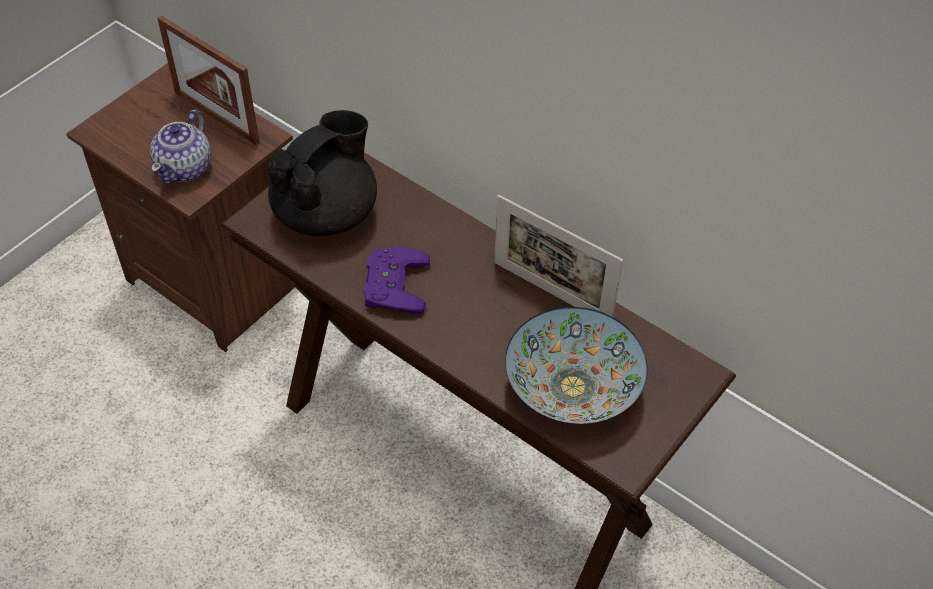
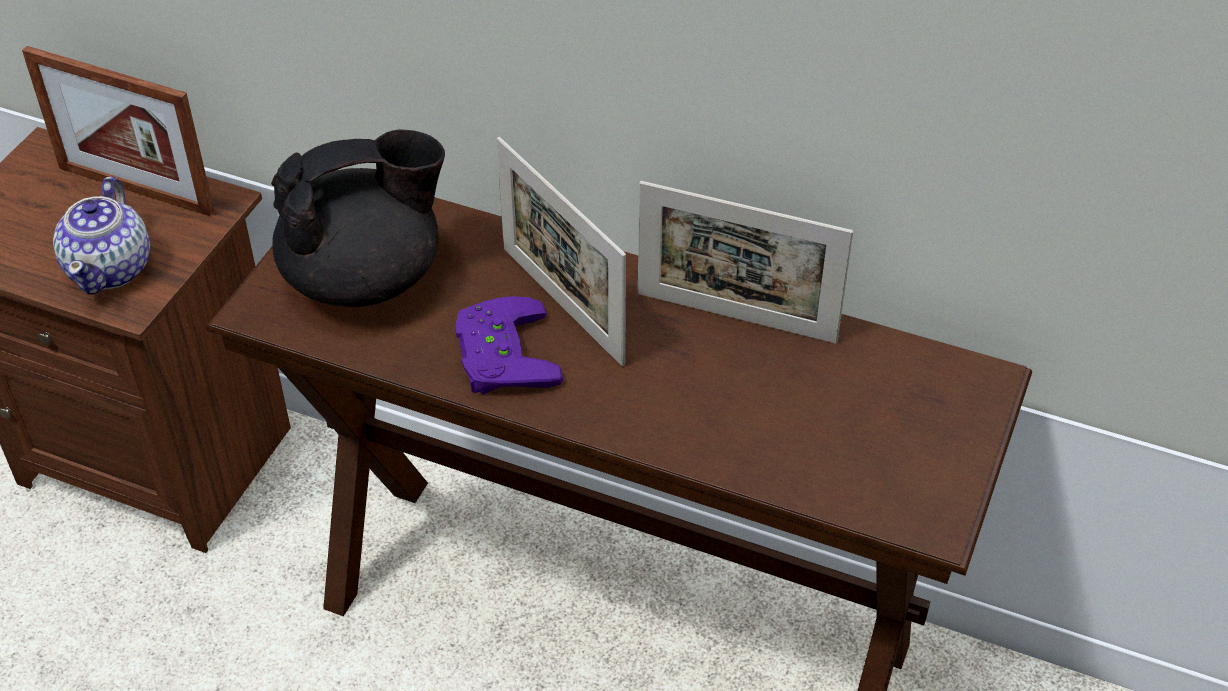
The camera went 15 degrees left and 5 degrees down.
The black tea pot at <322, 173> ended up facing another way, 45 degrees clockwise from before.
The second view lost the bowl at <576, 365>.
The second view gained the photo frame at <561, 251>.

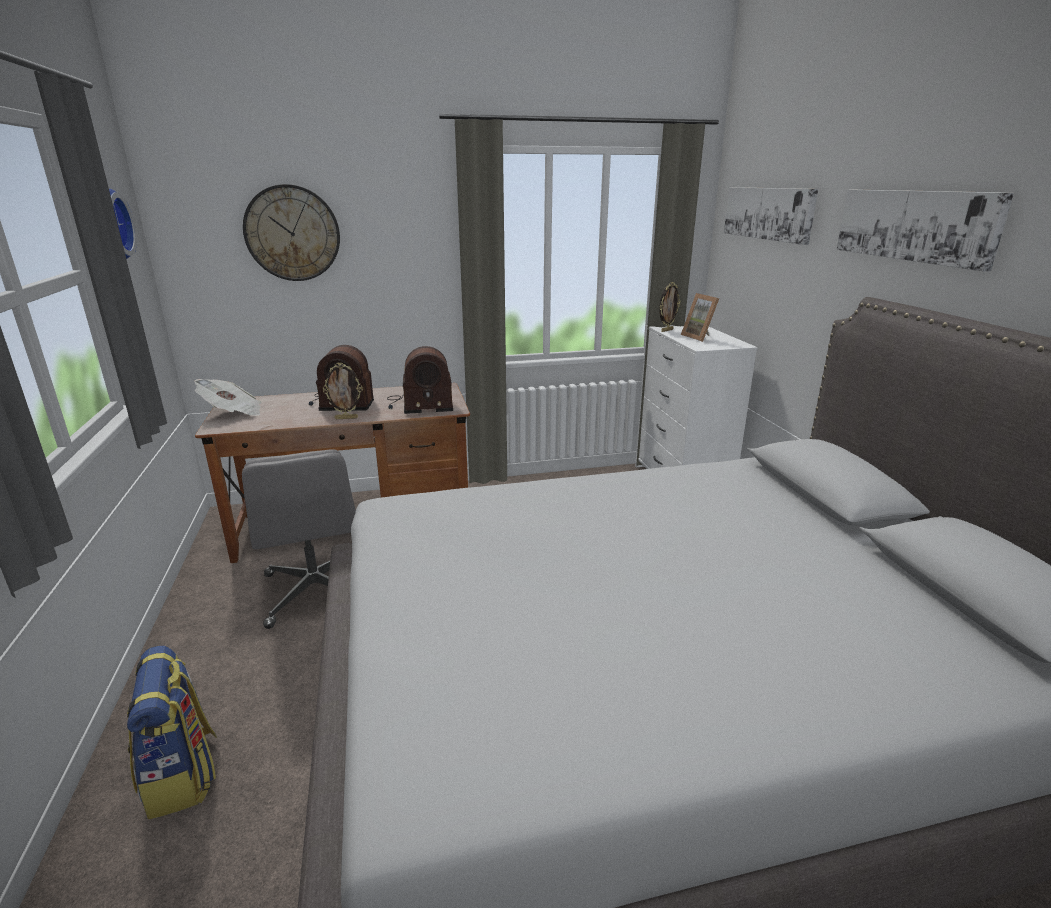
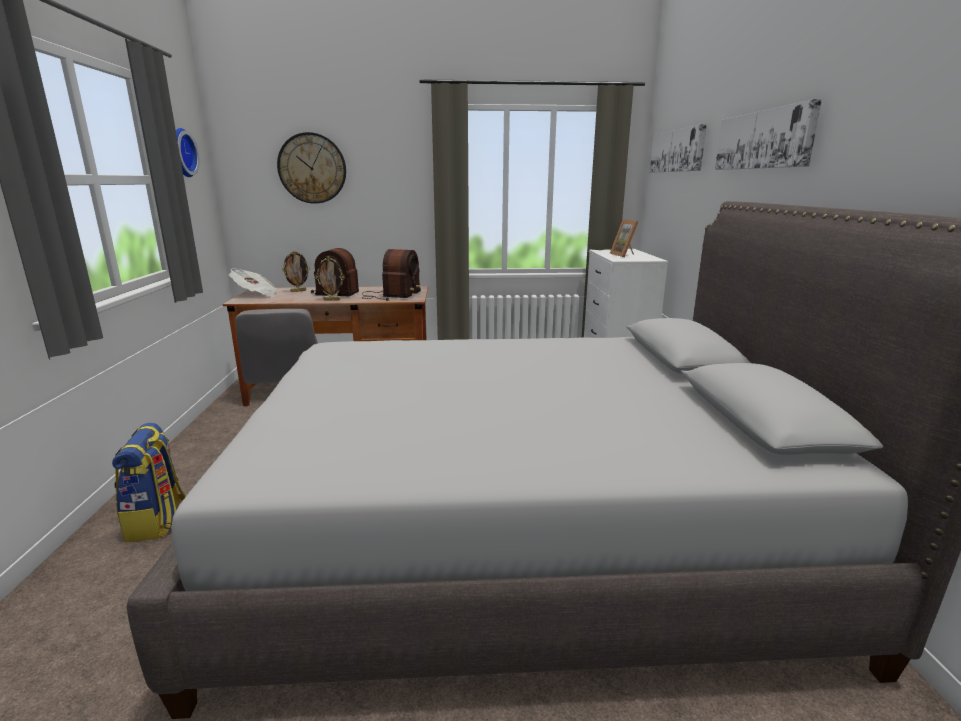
The camera went 10 degrees right and 5 degrees down.
The photo frame ended up elsewhere, having gone from <669, 307> to <296, 271>.
The radio receiver at <420, 380> ended up facing another way, 75 degrees counterclockwise from before.

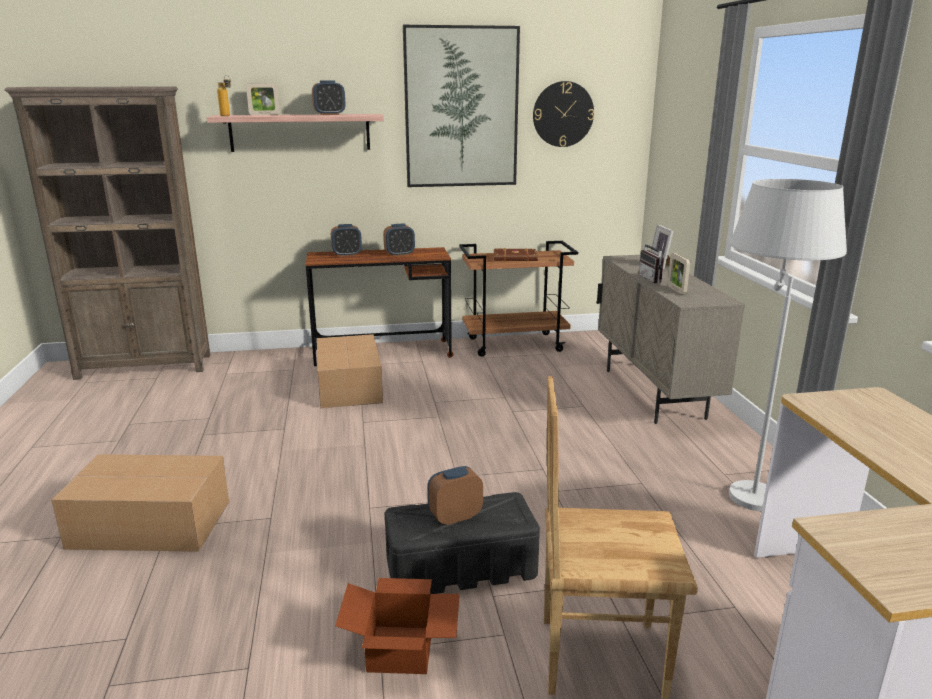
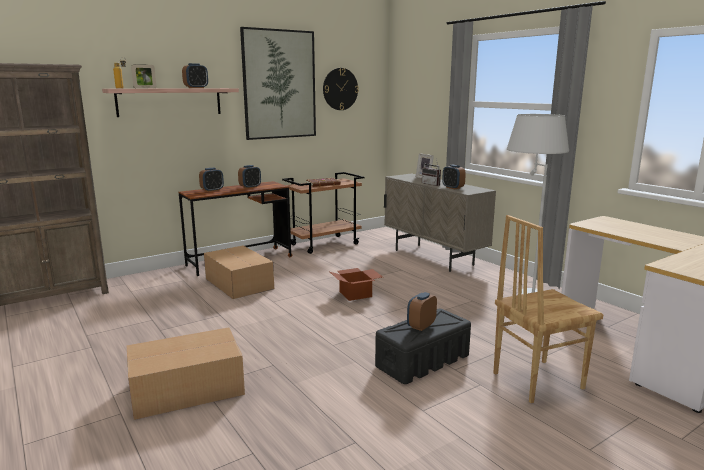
The camera went 25 degrees left and 5 degrees down.
Where the photo frame stood at <679, 273>, the alarm clock came to stand at <454, 177>.
The packing box ended up elsewhere, having gone from <397, 626> to <356, 284>.

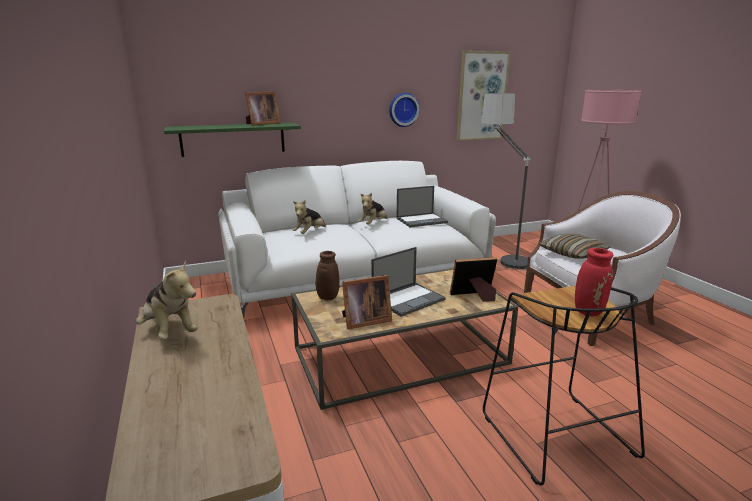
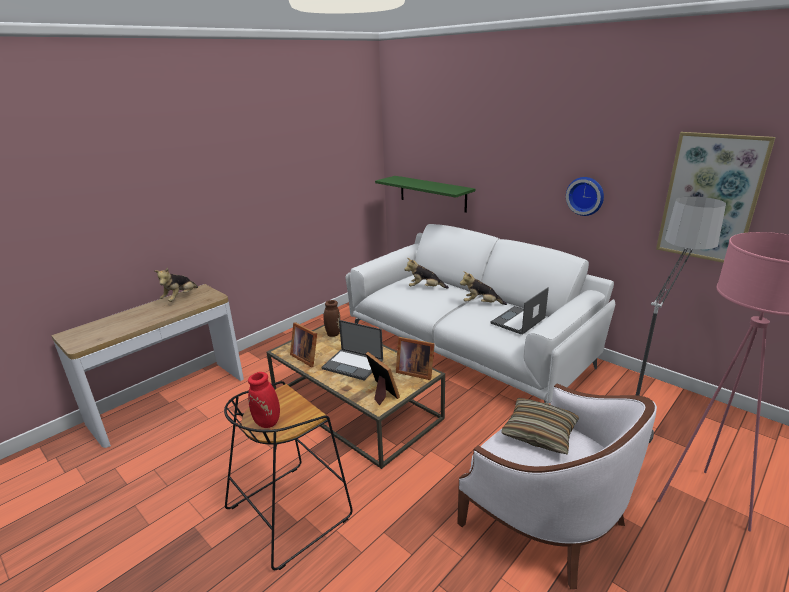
The camera went 65 degrees right and 5 degrees up.
The photo frame ended up elsewhere, having gone from <263, 108> to <415, 358>.
The laptop at <422, 206> ended up facing another way, 90 degrees clockwise from before.

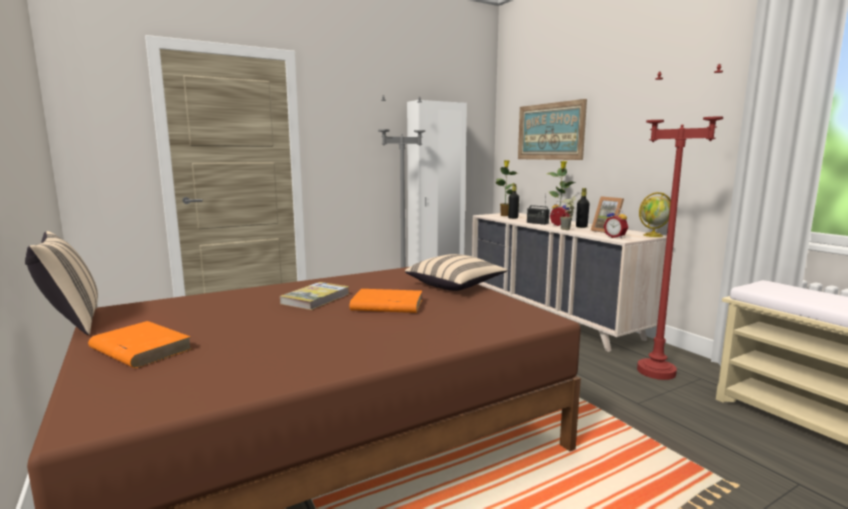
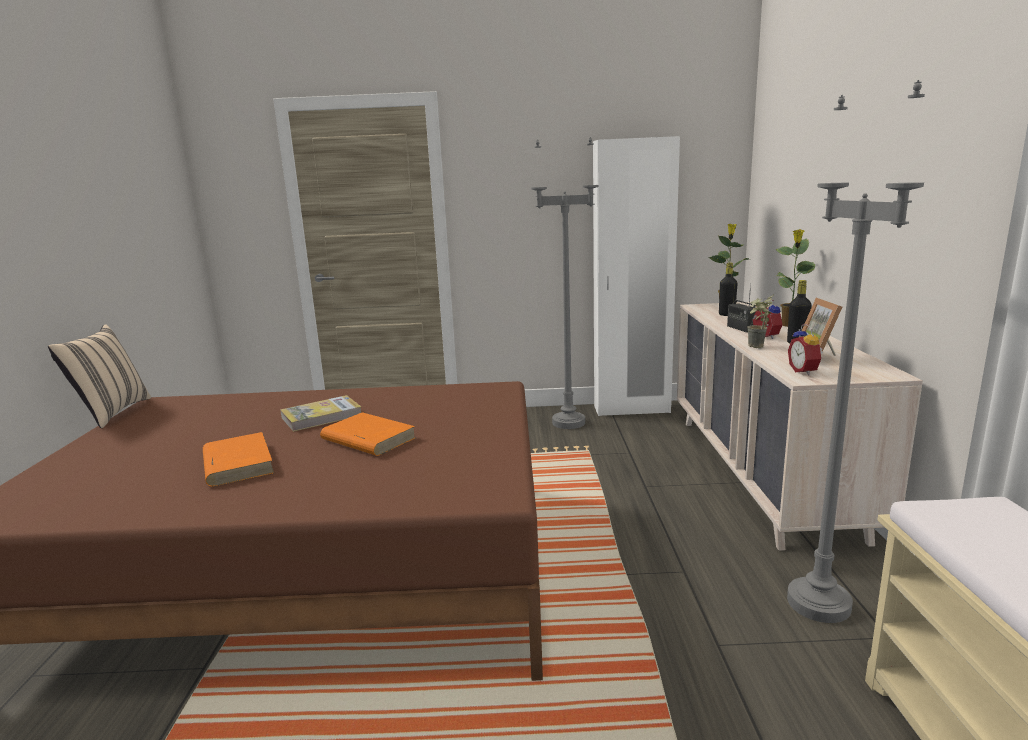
The camera went 30 degrees right and 5 degrees up.
What was the reddish standard lamp at <680, 222> turned into the greyish standard lamp at <856, 351>.
The second view lost the picture at <552, 129>.
The second view lost the globe at <655, 214>.
The second view lost the beige-coloured pillow at <456, 272>.
The orange-coloured book ended up elsewhere, having gone from <140, 344> to <238, 459>.

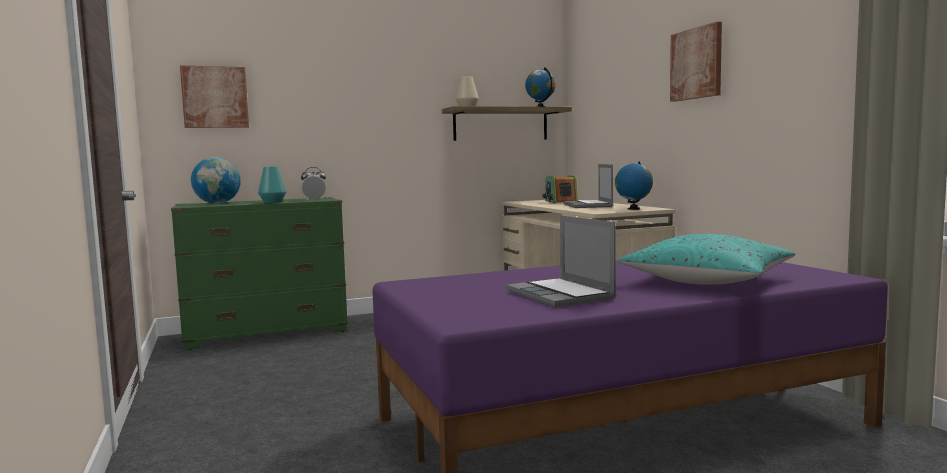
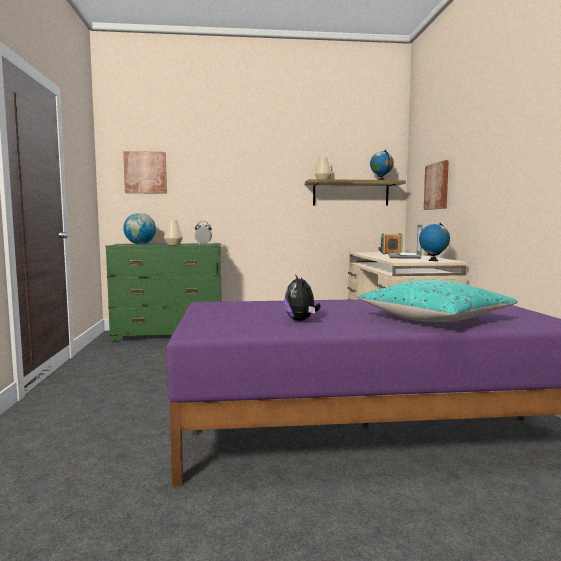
The camera went 15 degrees right and 0 degrees up.
The picture ended up elsewhere, having gone from <696, 62> to <436, 185>.
What was the turquoise-coloured vase at <272, 184> turned into the beige-coloured vase at <173, 232>.
Where the laptop stood at <561, 261>, the plush toy came to stand at <302, 297>.

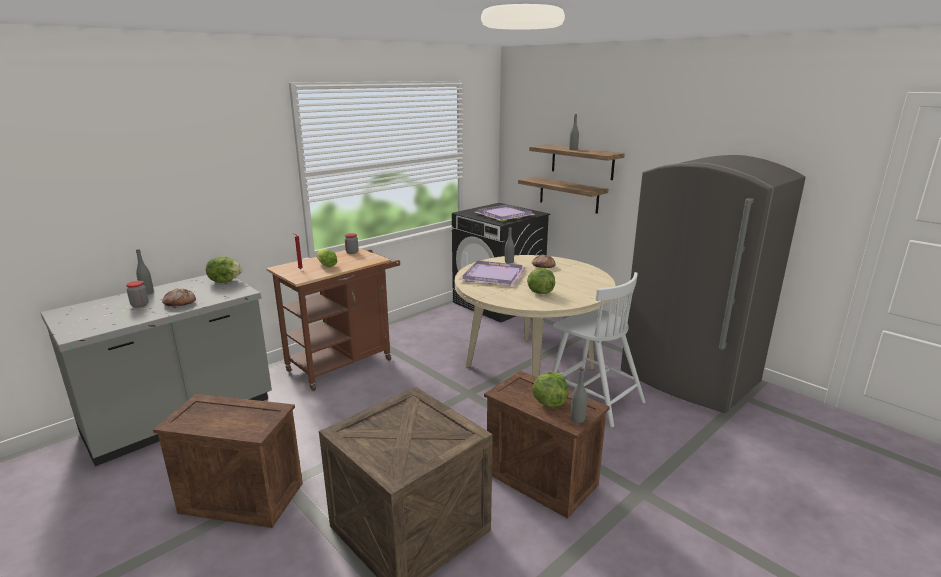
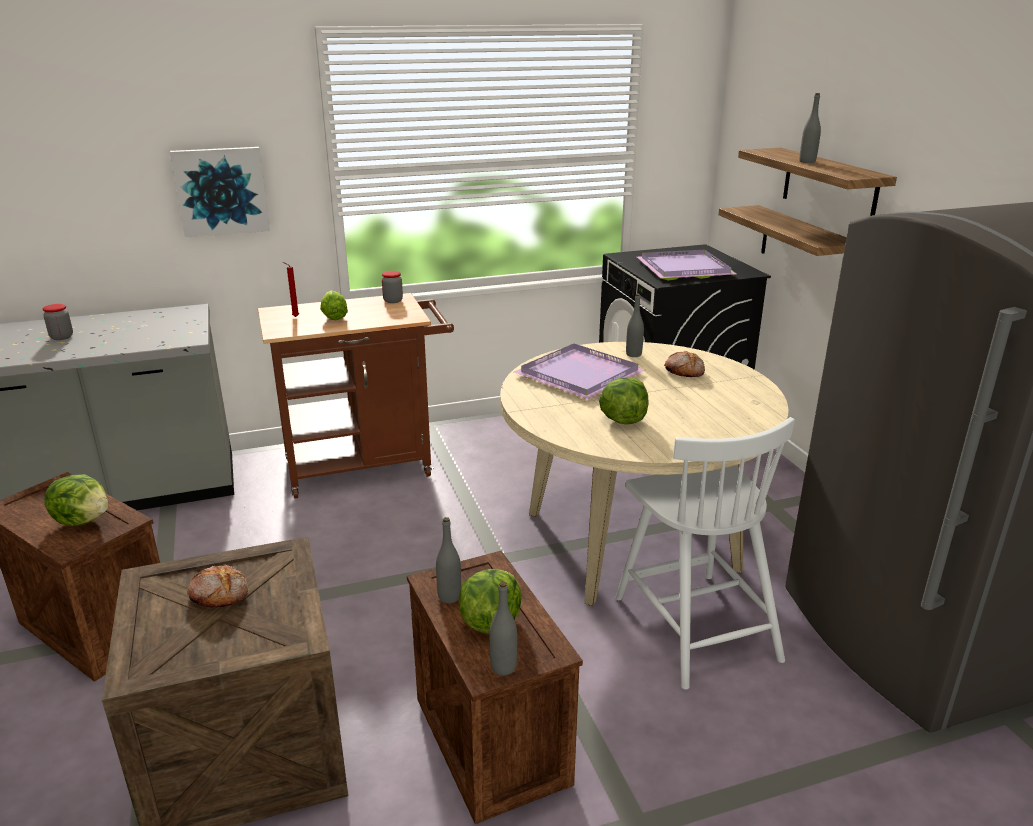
The camera went 25 degrees right and 5 degrees up.
The greyish drink bottle ended up elsewhere, having gone from <145, 272> to <448, 560>.
The head of lettuce ended up elsewhere, having gone from <224, 269> to <76, 500>.
The bread ended up elsewhere, having gone from <179, 297> to <217, 586>.
The second view gained the picture at <220, 192>.

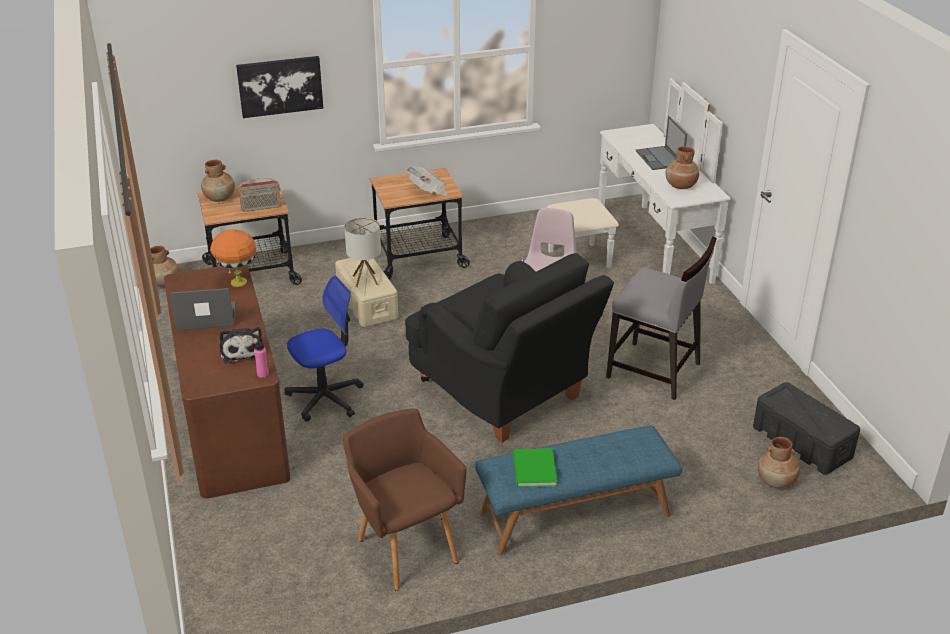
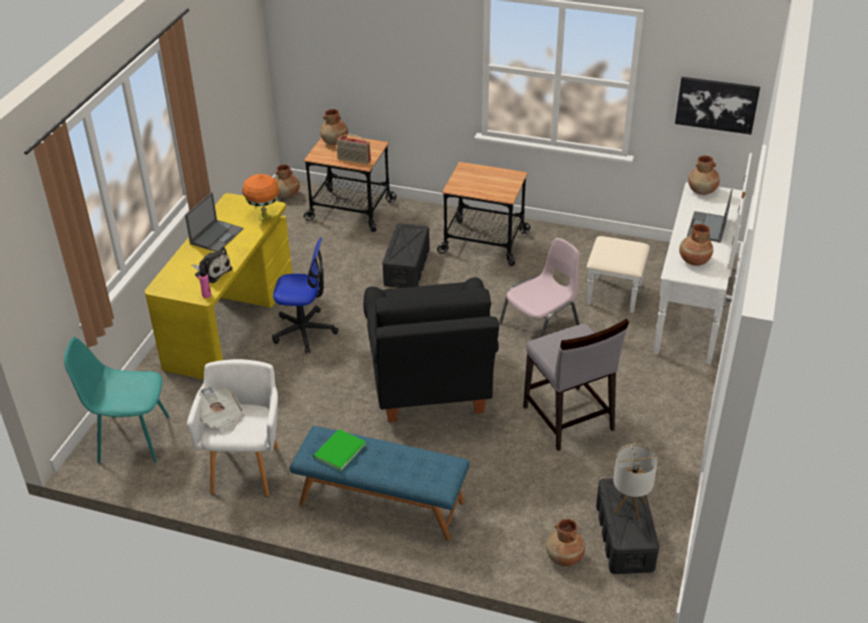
The camera went 35 degrees right and 5 degrees up.
The picture ended up elsewhere, having gone from <279, 87> to <717, 106>.
The printed paper ended up elsewhere, having gone from <426, 181> to <222, 410>.
The table lamp ended up elsewhere, having gone from <362, 252> to <635, 482>.
What was the beige-coloured storage bin at <366, 292> turned into the black storage bin at <406, 255>.
What was the brown desk unit at <227, 381> turned into the yellow desk unit at <218, 286>.
The laptop at <202, 309> ended up facing another way, 90 degrees clockwise from before.
The plush toy at <240, 345> ended up facing another way, 75 degrees counterclockwise from before.
What was the brown lounge chair at <405, 499> turned into the white-coloured lounge chair at <233, 428>.
The second view gained the brown vase at <704, 175>.
The second view gained the turquoise-coloured chair at <116, 400>.

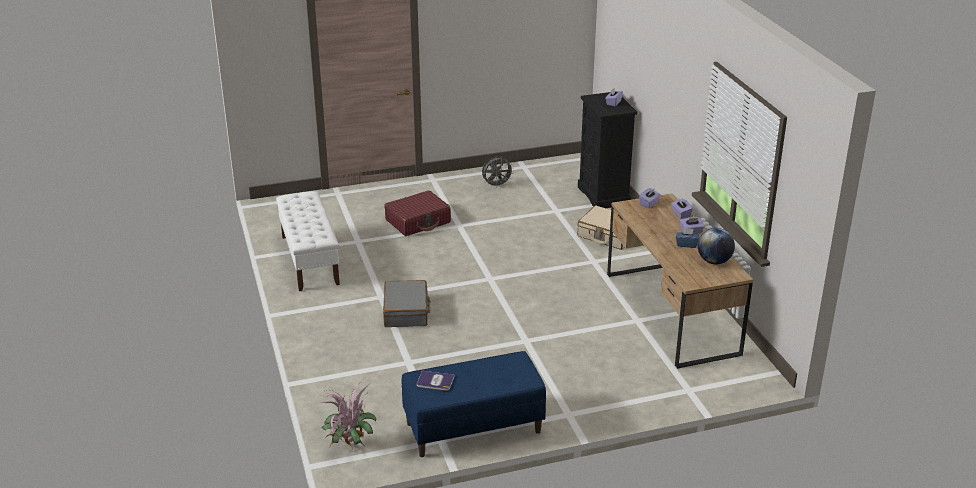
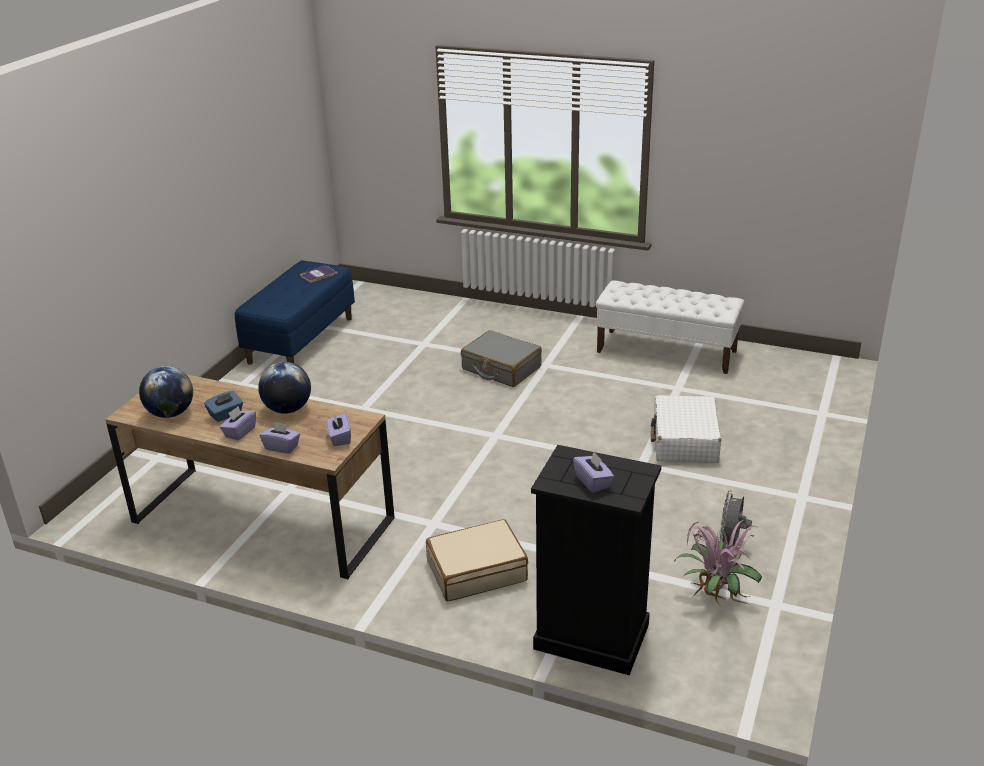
The camera went 130 degrees right and 0 degrees up.
What was the reddish suitcase at <417, 213> turned into the white-coloured suitcase at <686, 429>.
The plant in a pot ended up elsewhere, having gone from <348, 414> to <718, 562>.
The second view gained the globe at <284, 388>.

